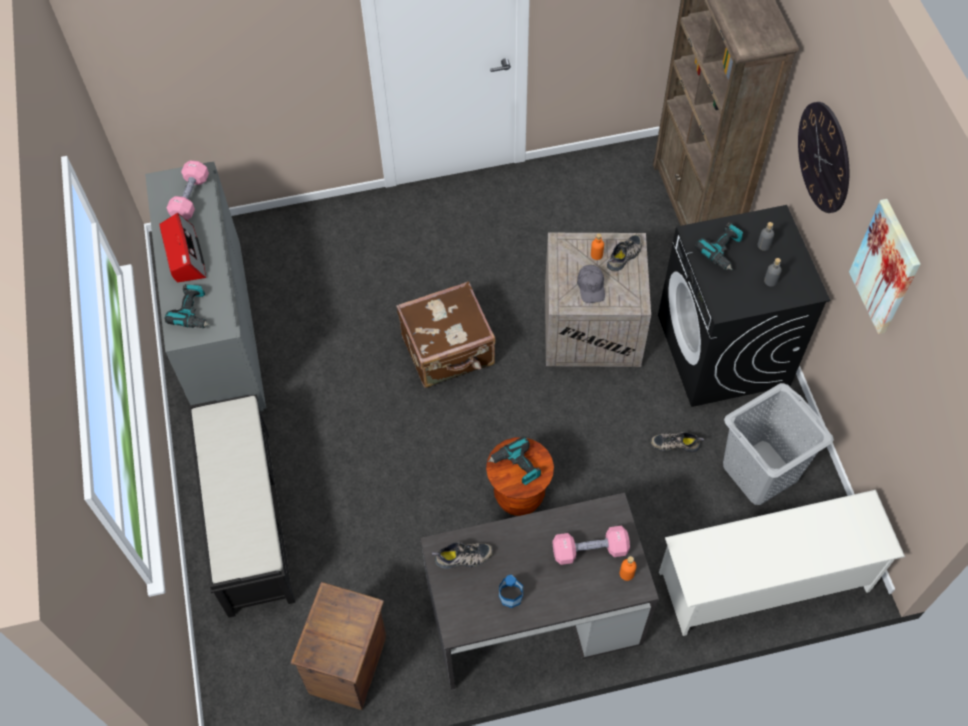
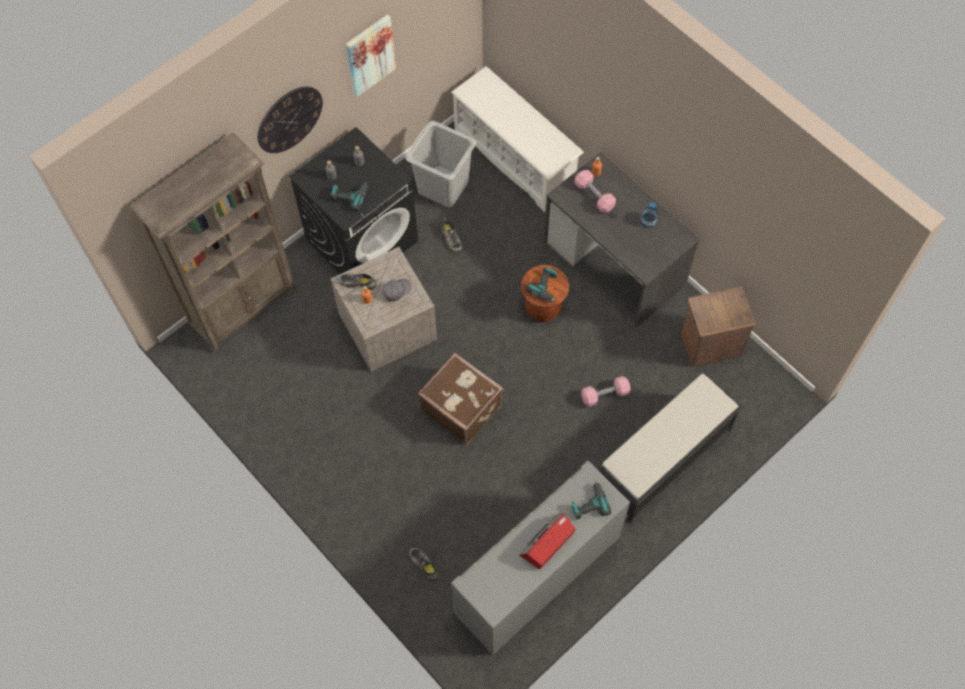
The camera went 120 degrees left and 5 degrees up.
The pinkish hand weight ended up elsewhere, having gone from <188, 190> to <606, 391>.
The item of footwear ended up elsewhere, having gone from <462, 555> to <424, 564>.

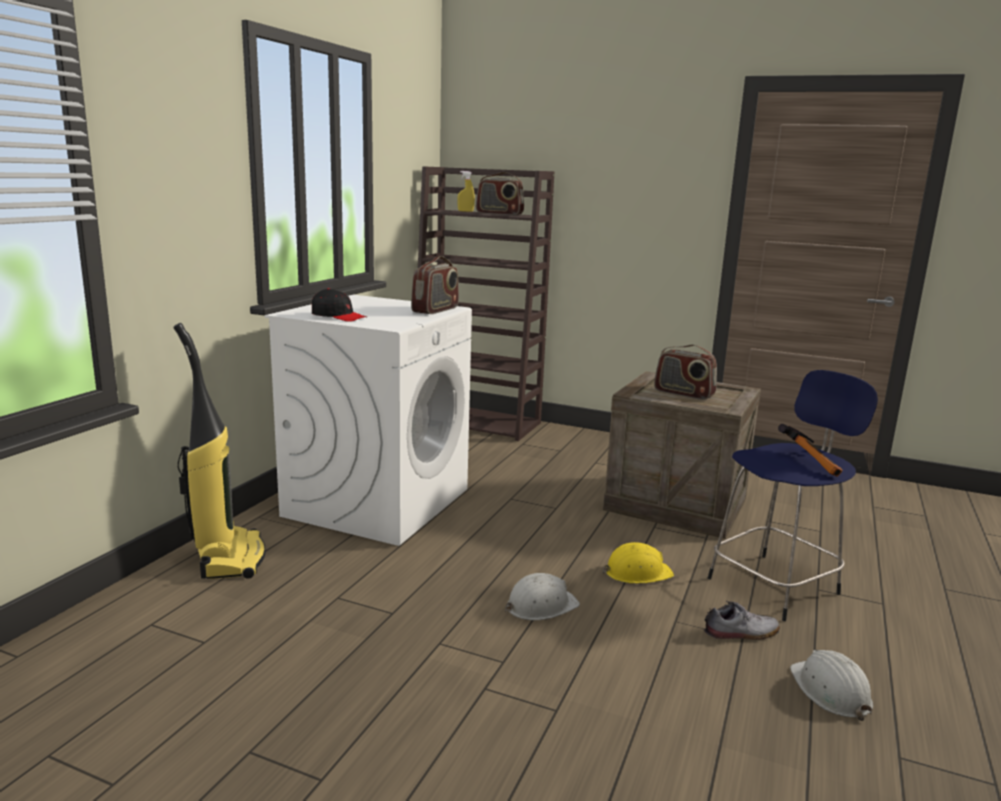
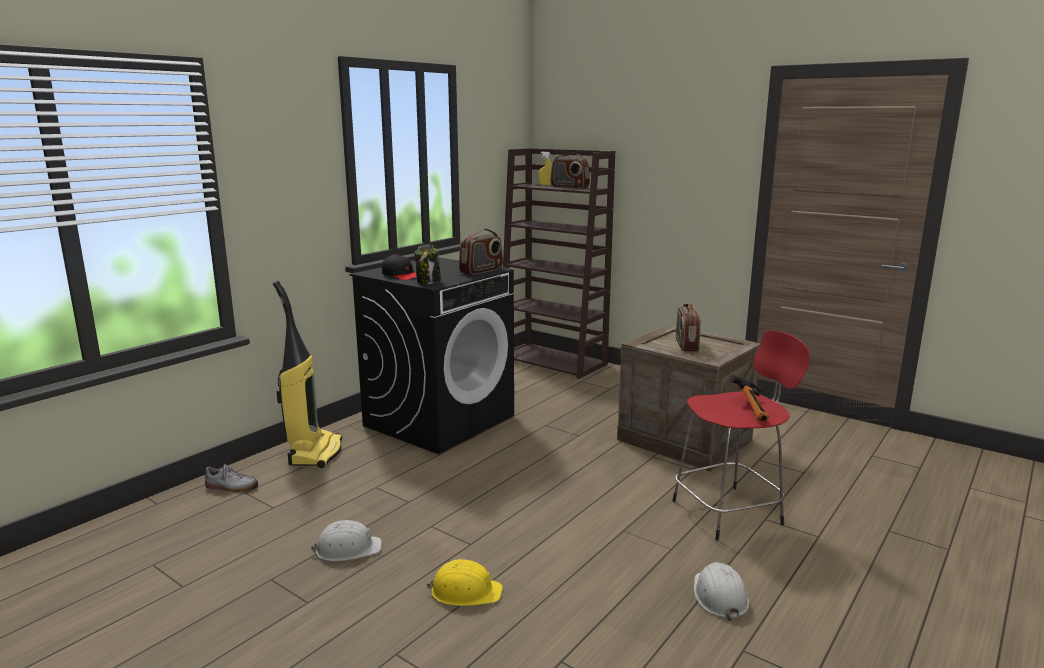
The camera went 15 degrees right and 0 degrees up.
What was the white-coloured laundry machine at <368, 420> turned into the black laundry machine at <432, 355>.
The radio receiver at <685, 372> ended up facing another way, 45 degrees clockwise from before.
What was the blue-coloured stool at <793, 495> turned into the reddish stool at <741, 435>.
The yellow work helmet ended up elsewhere, having gone from <638, 563> to <464, 582>.
The white-coloured work helmet ended up elsewhere, having gone from <542, 596> to <346, 541>.
The item of footwear ended up elsewhere, having gone from <741, 620> to <231, 477>.
The second view gained the jar at <427, 264>.

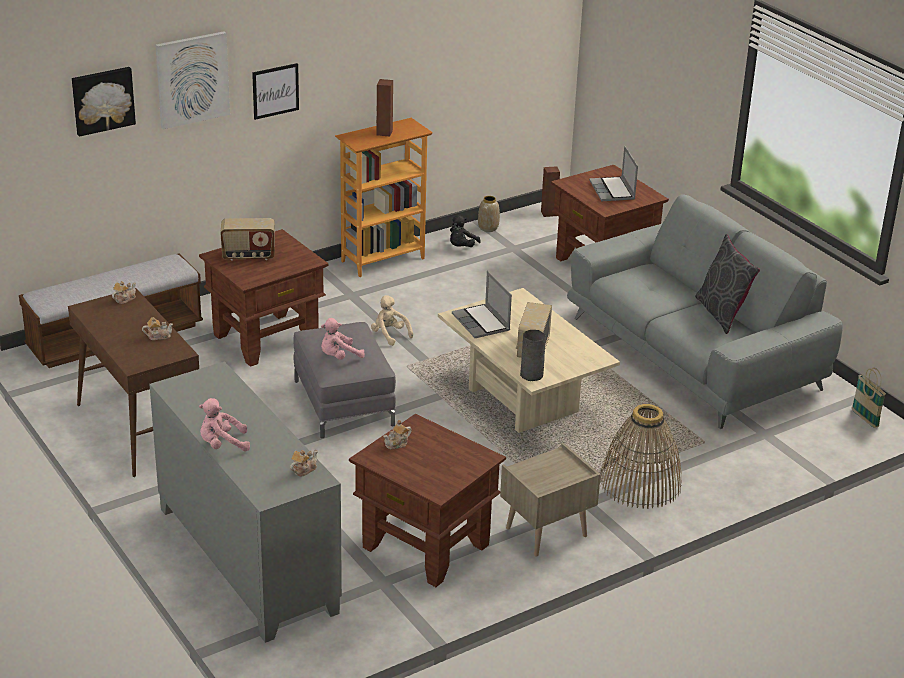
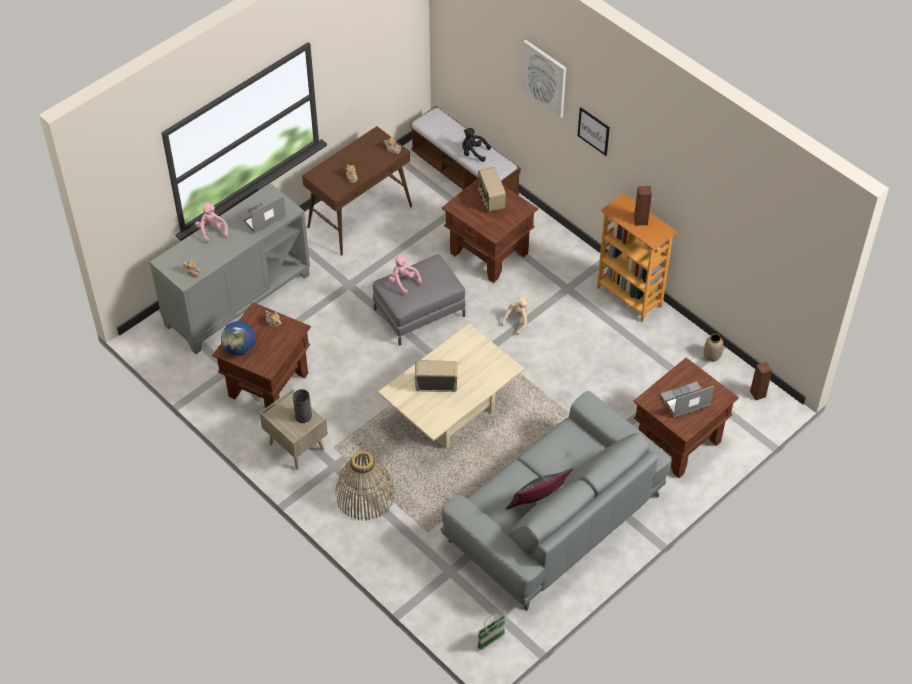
The camera went 80 degrees right and 20 degrees up.
The second view lost the picture at <104, 102>.
The black plush toy ended up elsewhere, having gone from <465, 231> to <476, 145>.
The laptop ended up elsewhere, having gone from <482, 304> to <262, 214>.
The greyish vase ended up elsewhere, having gone from <533, 355> to <302, 406>.
The second view gained the globe at <238, 338>.

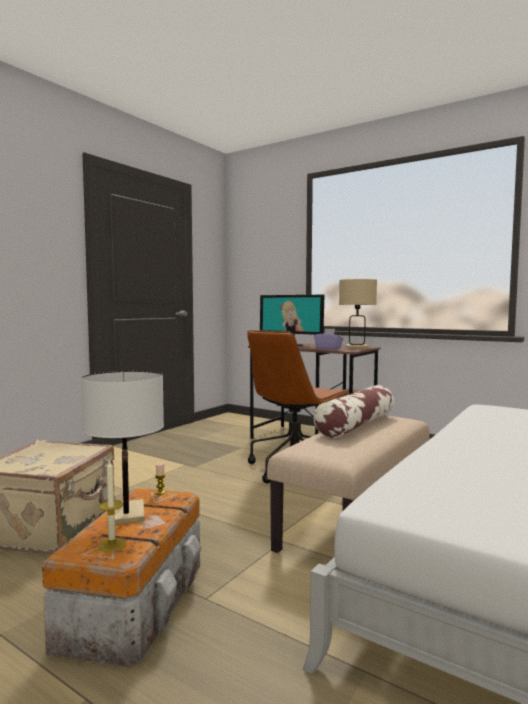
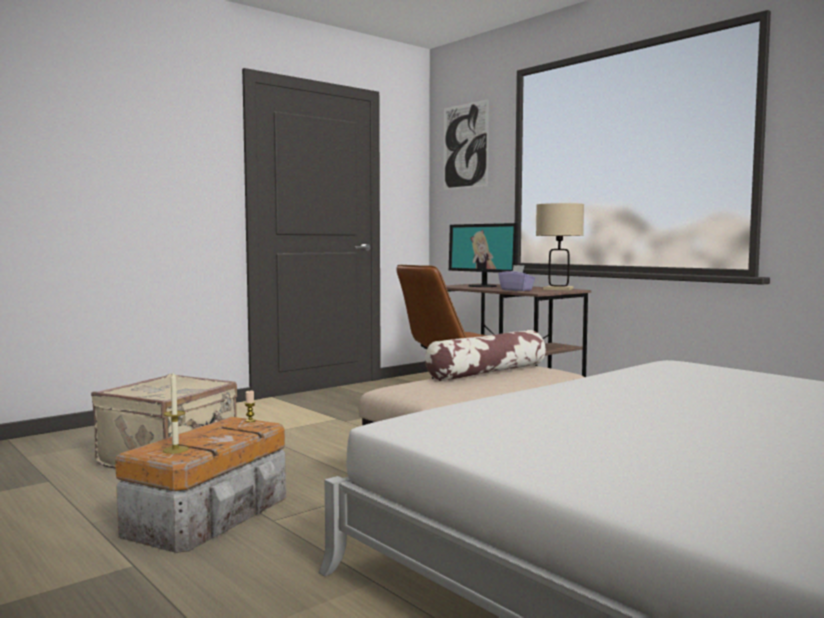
The camera went 15 degrees right and 0 degrees up.
The second view lost the white-coloured table lamp at <122, 448>.
The second view gained the picture at <466, 144>.

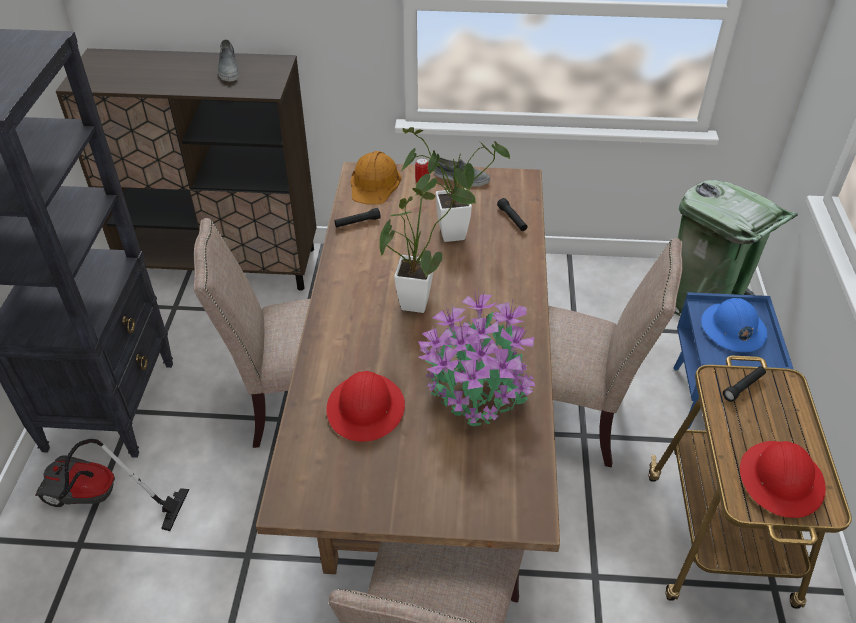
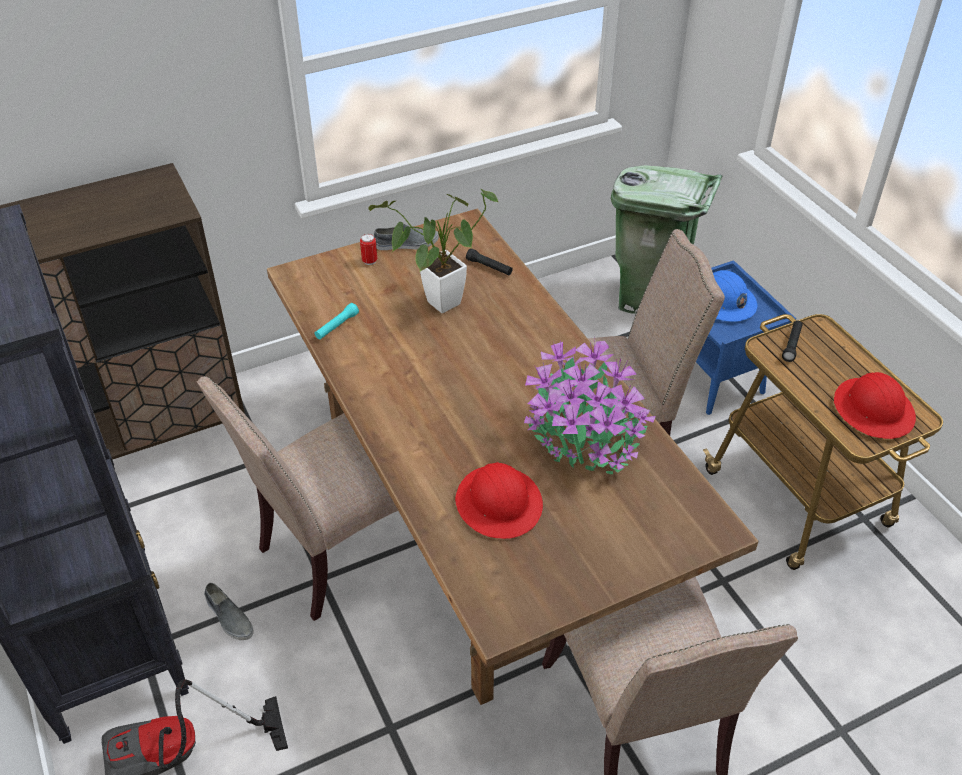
The camera went 30 degrees left and 0 degrees up.
The greyish item of footwear ended up elsewhere, having gone from <228, 60> to <229, 611>.
The second view lost the orange-coloured work helmet at <376, 177>.
The second view lost the plant in a pot at <427, 249>.
What was the black torch at <357, 218> turned into the turquoise-coloured torch at <337, 321>.

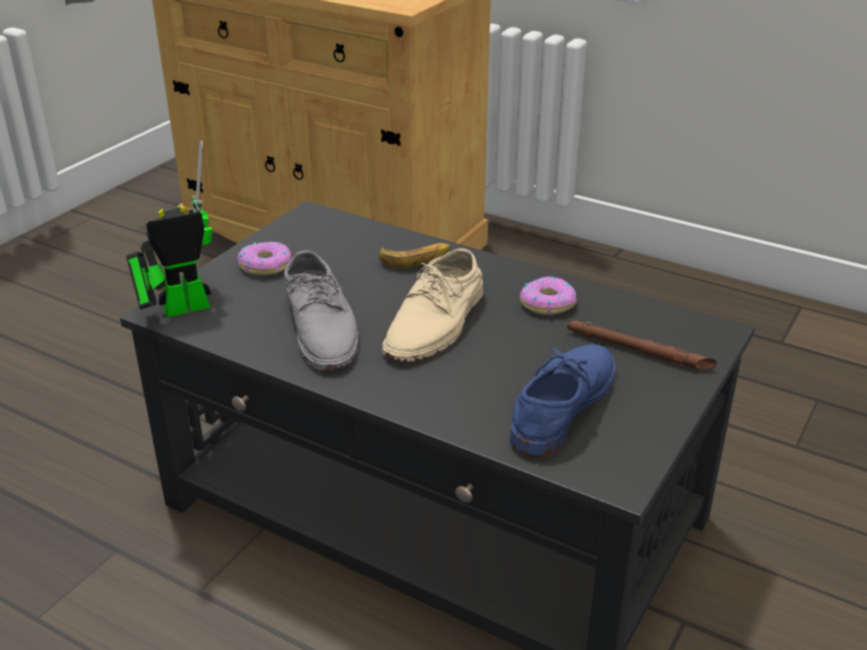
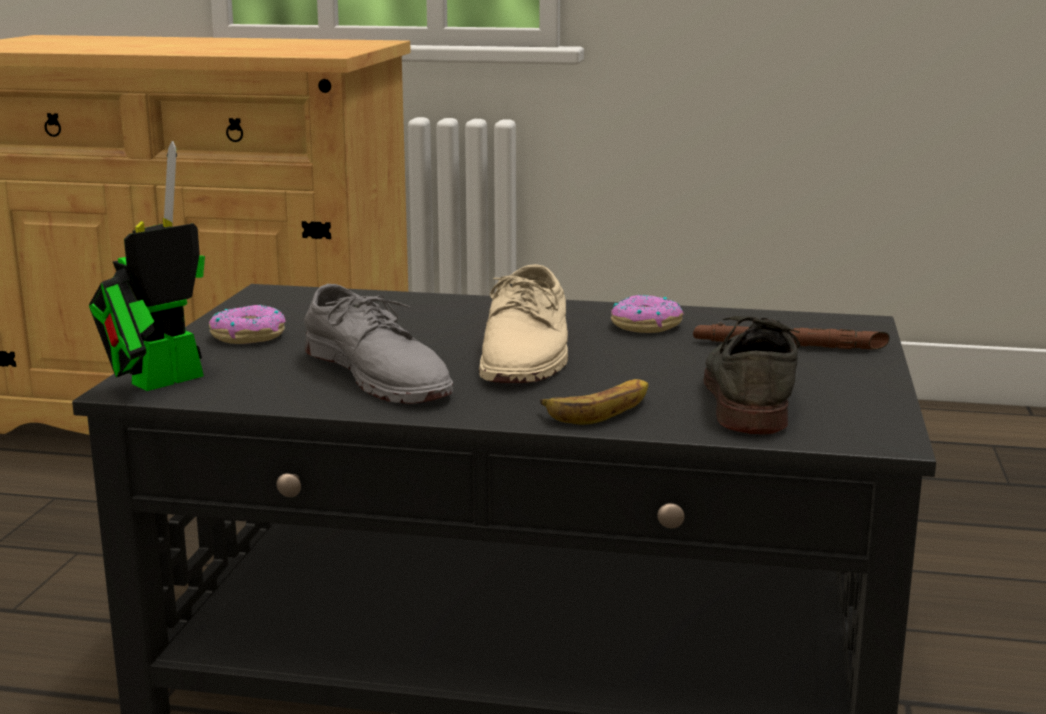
The camera went 20 degrees left and 15 degrees down.
The banana ended up elsewhere, having gone from <415, 255> to <594, 402>.
What was the blue-coloured item of footwear at <563, 400> turned into the greyish item of footwear at <752, 375>.

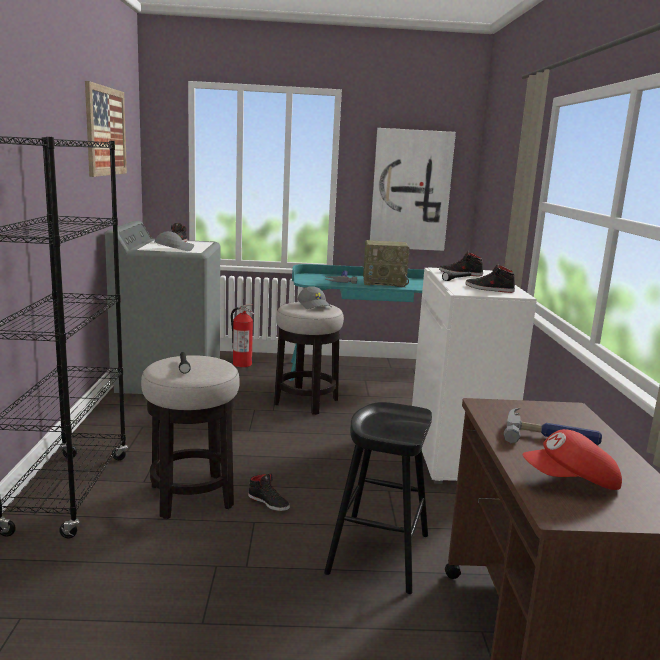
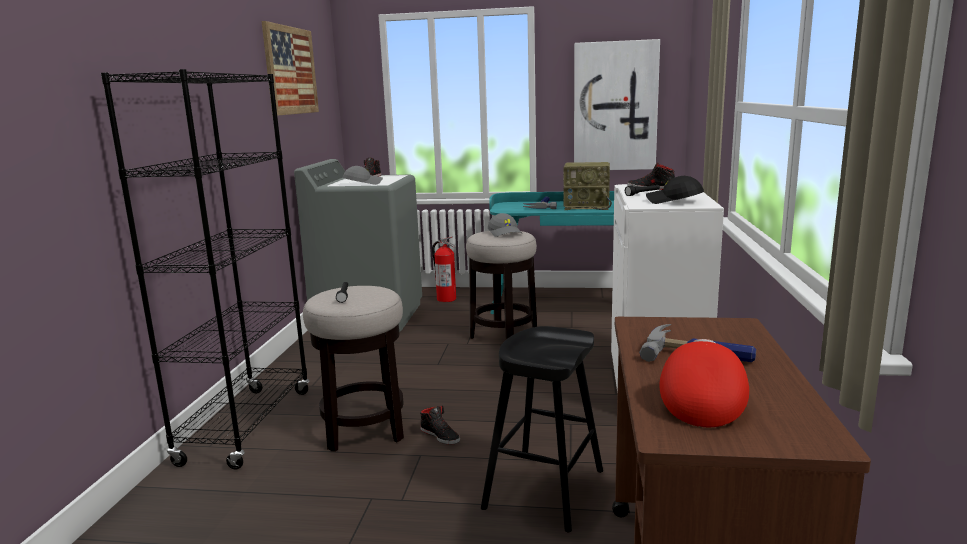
The camera went 10 degrees right and 0 degrees up.
Where the black item of footwear stood at <490, 278>, the black peaked cap came to stand at <675, 190>.
The reddish peaked cap at <572, 459> ended up facing another way, 105 degrees clockwise from before.

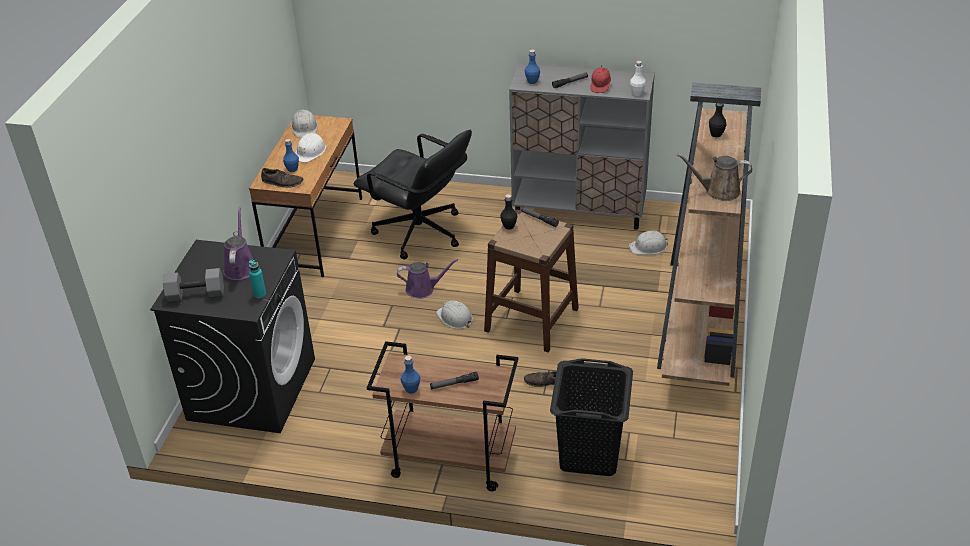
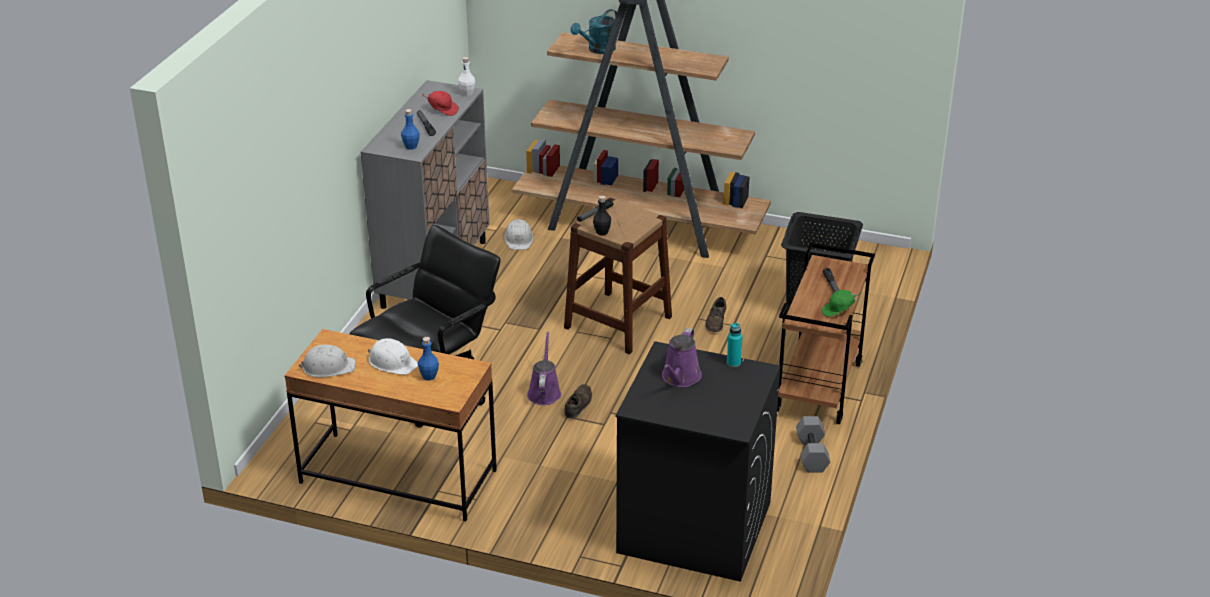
The camera went 85 degrees left and 5 degrees down.
Where the black drink bottle stood at <717, 120>, the turquoise-coloured sprinkling can came to stand at <594, 31>.
The second view lost the brown sprinkling can at <714, 177>.
The brown item of footwear ended up elsewhere, having gone from <282, 178> to <578, 401>.
The purple sprinkling can at <238, 244> ended up facing another way, 75 degrees counterclockwise from before.
The greyish hand weight ended up elsewhere, having gone from <193, 285> to <813, 444>.
The second view lost the white-coloured work helmet at <454, 314>.
Where the blue-coloured drink bottle stood at <410, 375>, the greenish peaked cap came to stand at <841, 303>.

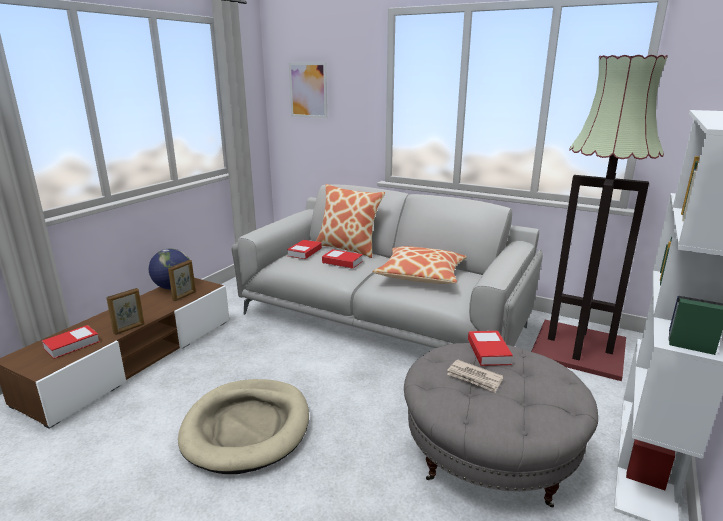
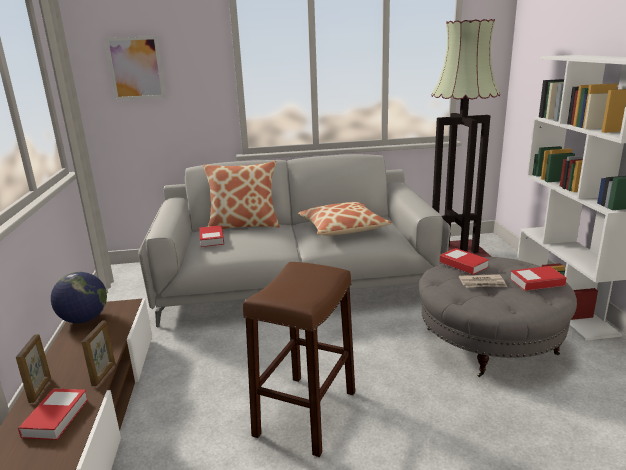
The camera went 35 degrees left and 0 degrees up.
The book ended up elsewhere, having gone from <342, 259> to <538, 278>.
The photo frame ended up elsewhere, having gone from <182, 280> to <33, 368>.
Where the beige-coloured dog bed stood at <243, 426>, the brown stool came to stand at <299, 359>.

